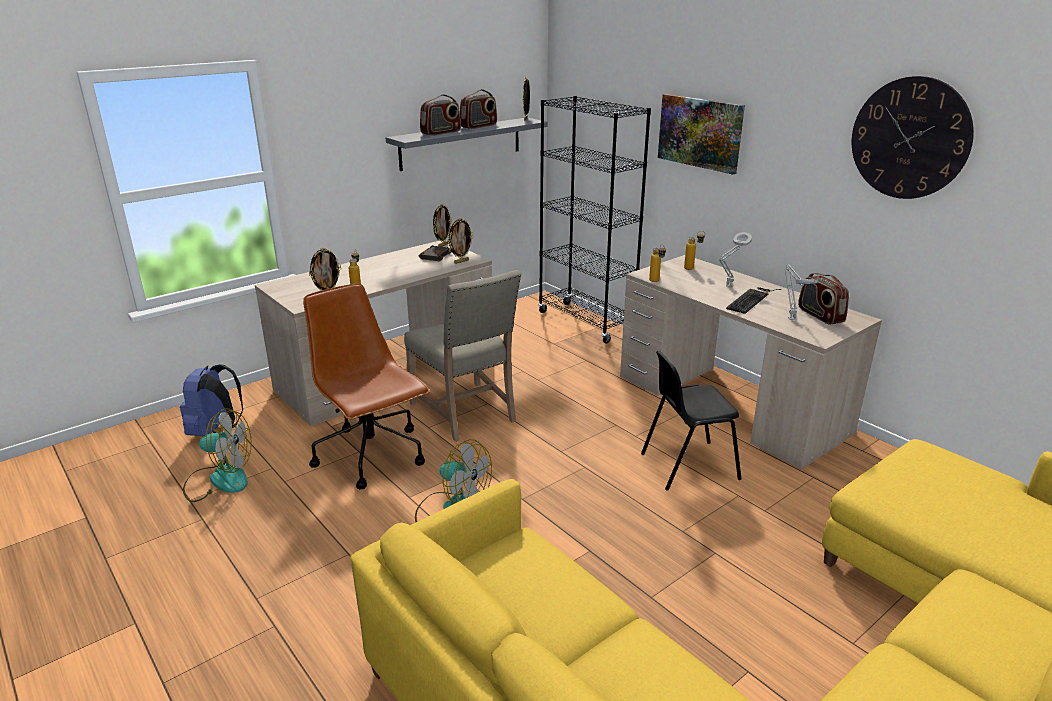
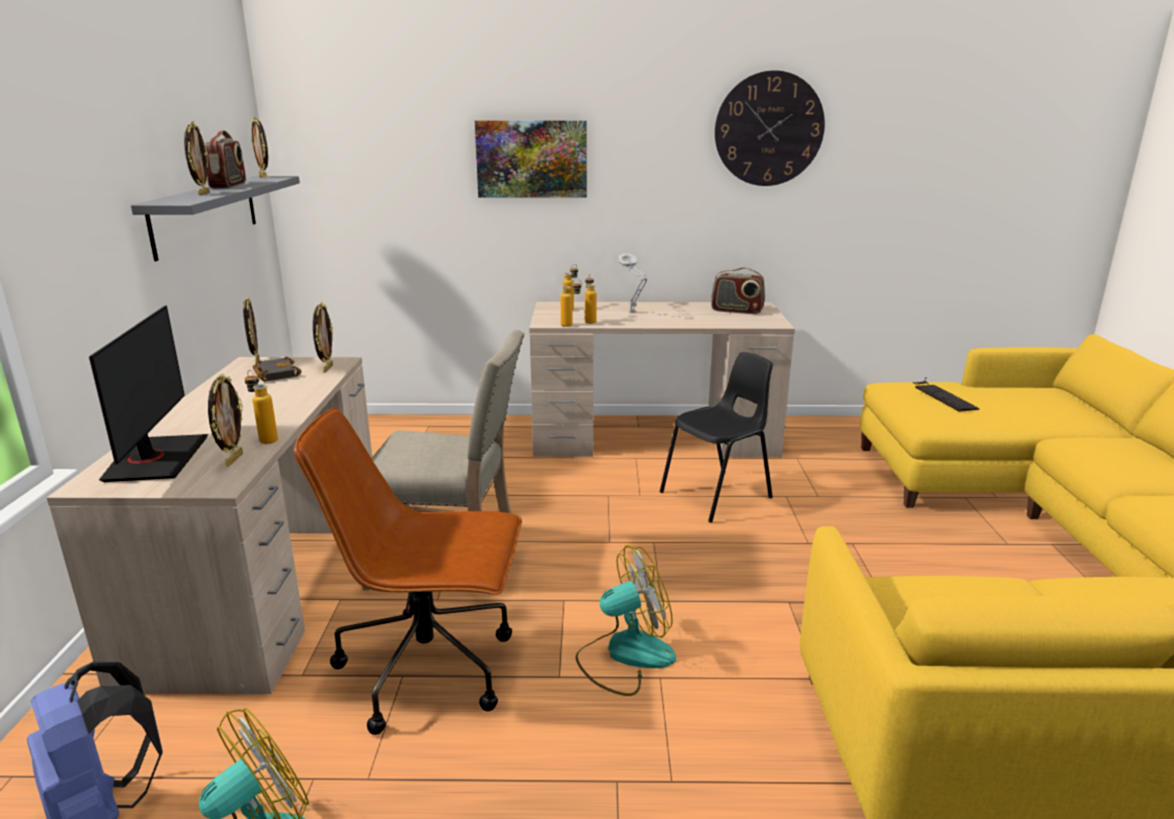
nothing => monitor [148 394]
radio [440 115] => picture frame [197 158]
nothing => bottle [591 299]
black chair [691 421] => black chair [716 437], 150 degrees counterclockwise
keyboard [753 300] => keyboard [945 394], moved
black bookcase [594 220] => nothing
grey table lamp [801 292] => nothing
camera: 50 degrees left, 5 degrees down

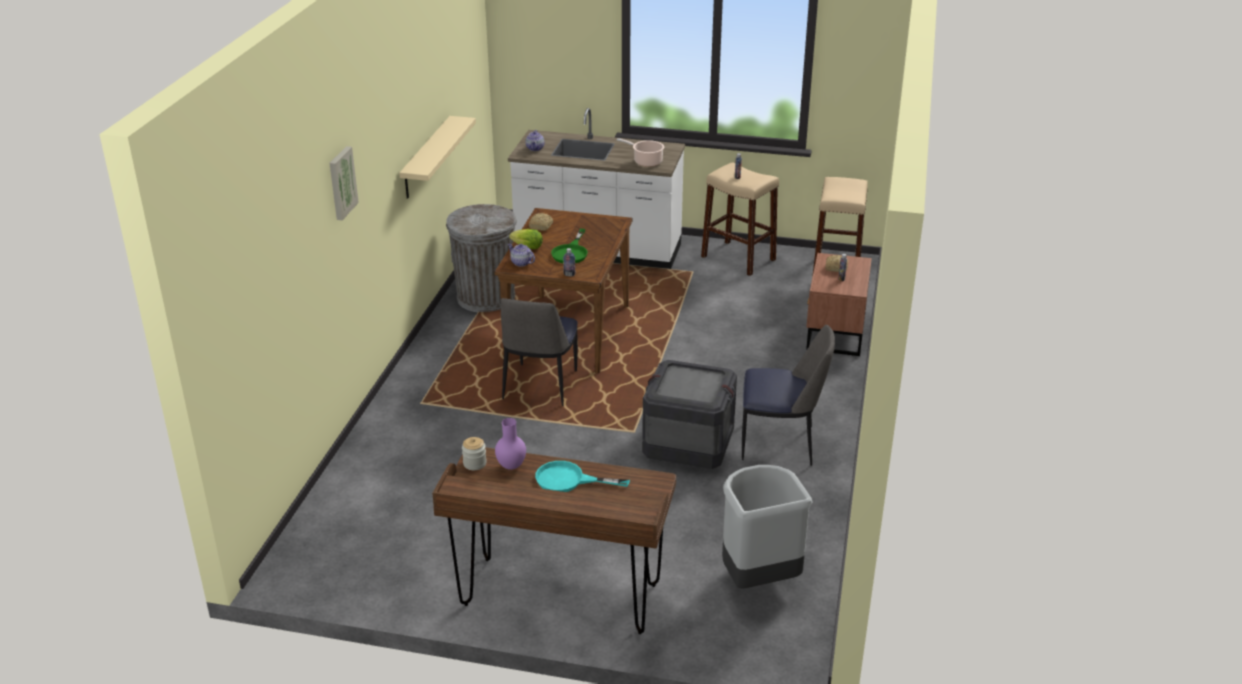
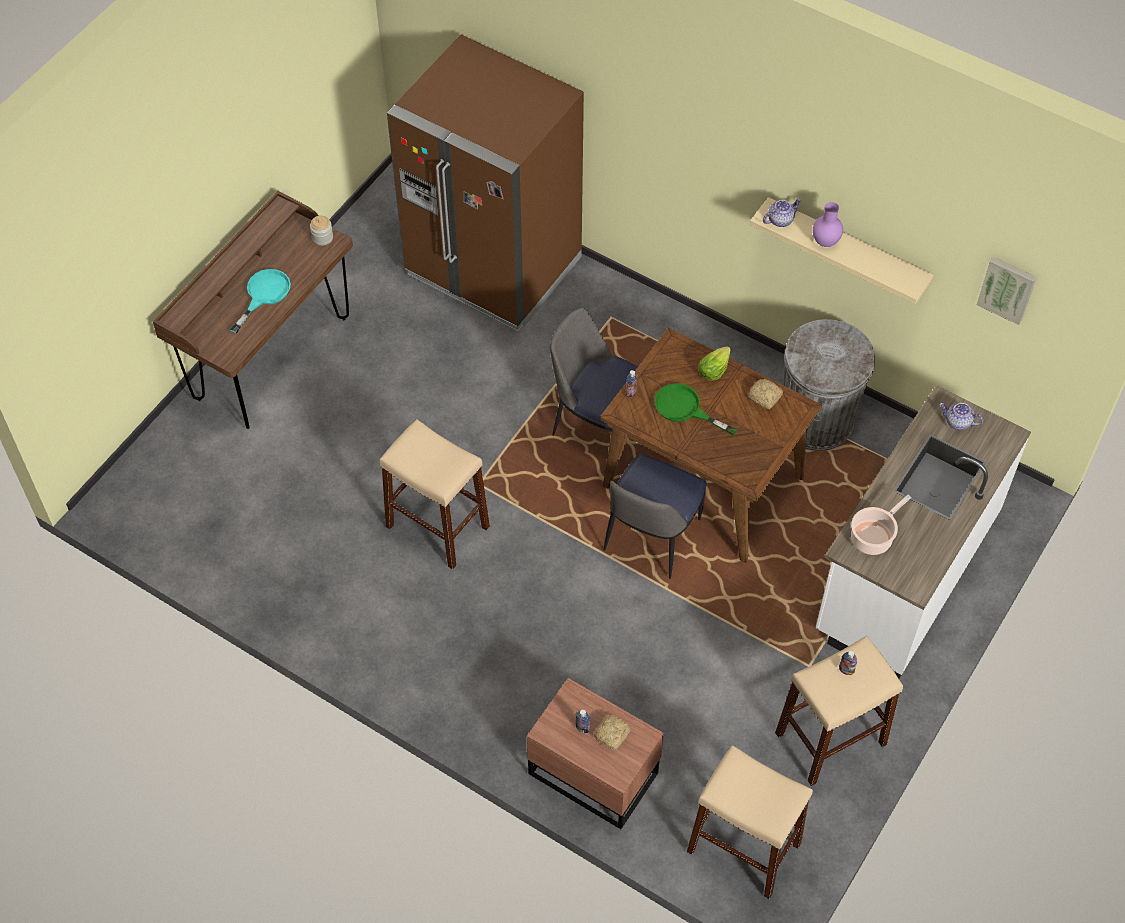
crate [689 414] => beige stool [434 494]
nothing => brown fridge [485 183]
chair [788 395] => chair [655 516], moved
teapot [521 255] => teapot [782 212], moved
purple vase [510 444] => purple vase [828 224], moved
picture [344 183] => picture [1007 291], moved
grey trash can [767 527] => nothing
camera: 110 degrees right, 25 degrees up

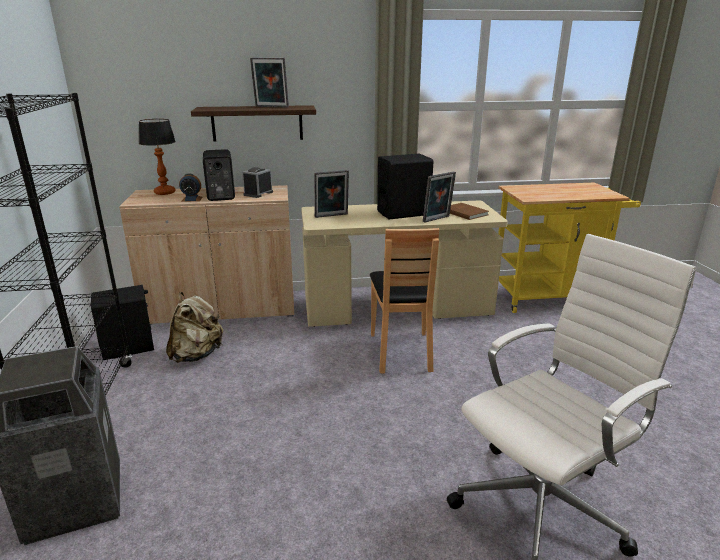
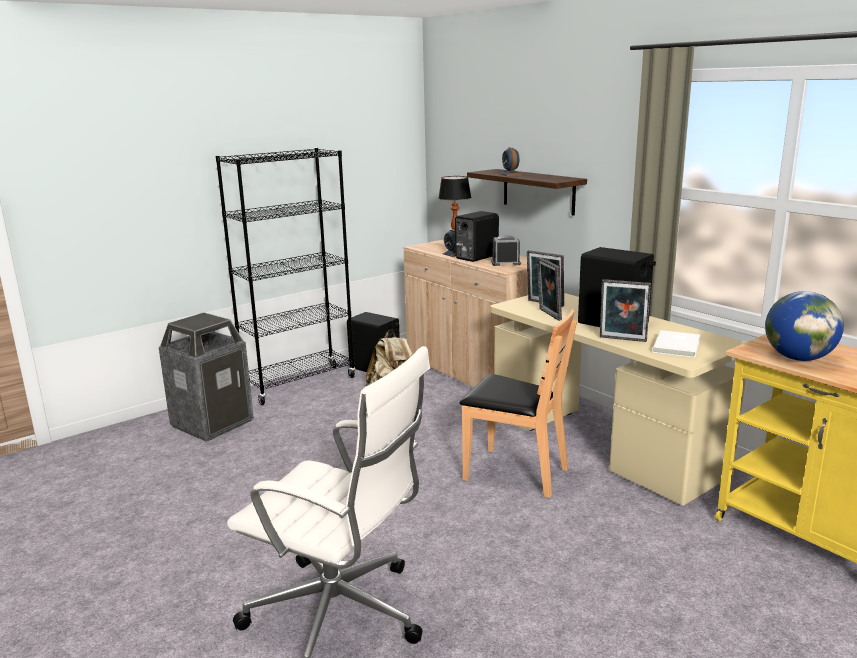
brown chair [404 300] => brown chair [518 403], 120 degrees counterclockwise
nothing => alarm clock [511 161]
picture frame [269 82] => picture frame [549 289], moved
brown book [469 211] => white book [676 344]
nothing => globe [804 326]
camera: 60 degrees right, 5 degrees down

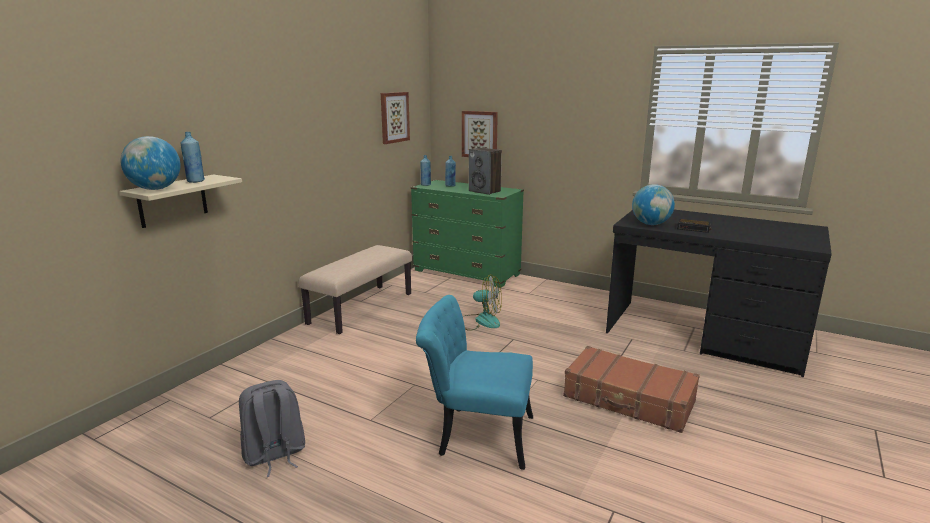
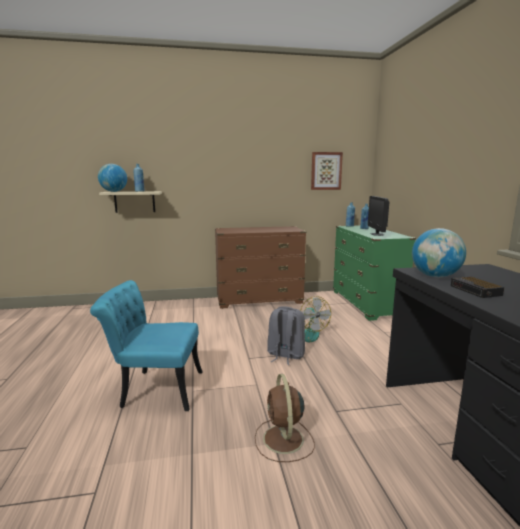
turquoise chair [474 382] => turquoise chair [146 345], 60 degrees counterclockwise
beige bench [355 289] => brown dresser [260 267]
brown suitcase [631 389] => brown fan [285 418]
grey backpack [272 428] => grey backpack [286 335], moved
speaker [485 171] => monitor [379 216]
picture [480 134] => nothing
camera: 50 degrees right, 5 degrees down

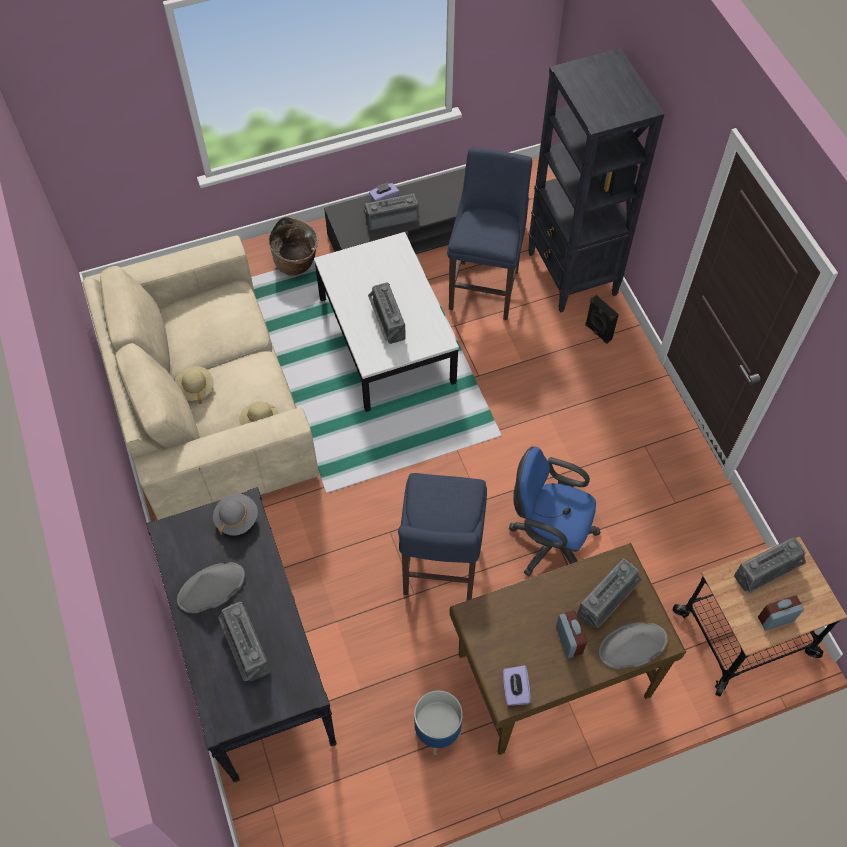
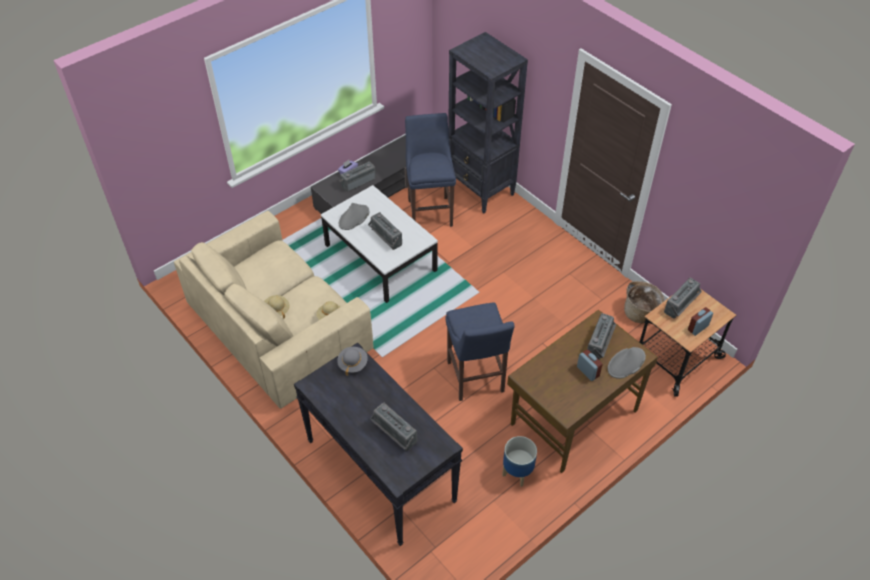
grey hat [211 587] => grey hat [354 216], moved
basket [293 246] => basket [644 302], moved
purple tissue box [517 685] => nothing
blue office chair [555 511] => nothing
black speaker [602 319] => nothing
camera: 20 degrees left, 10 degrees down

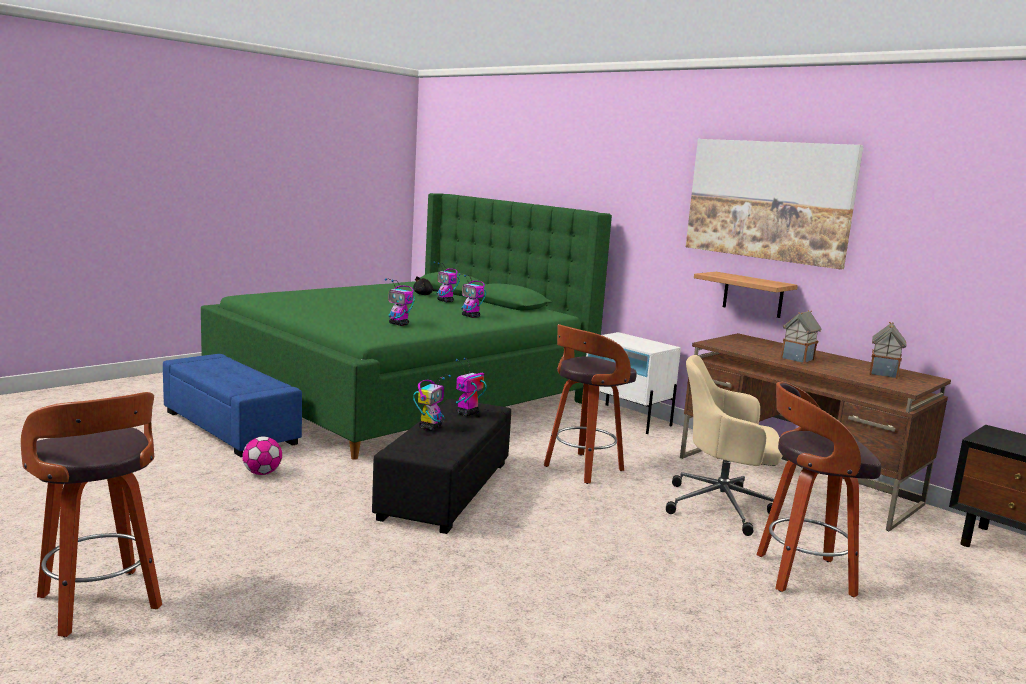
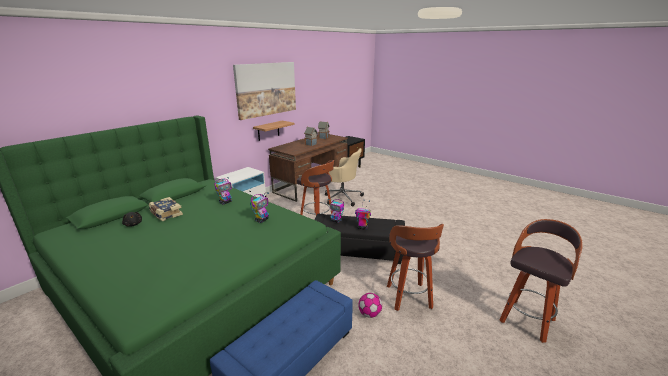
toy robot [447 281] => book [165 209]
beige office chair [724 445] => beige office chair [344 177], 75 degrees counterclockwise
stool [818 489] => stool [415 267], moved
camera: 95 degrees left, 10 degrees up

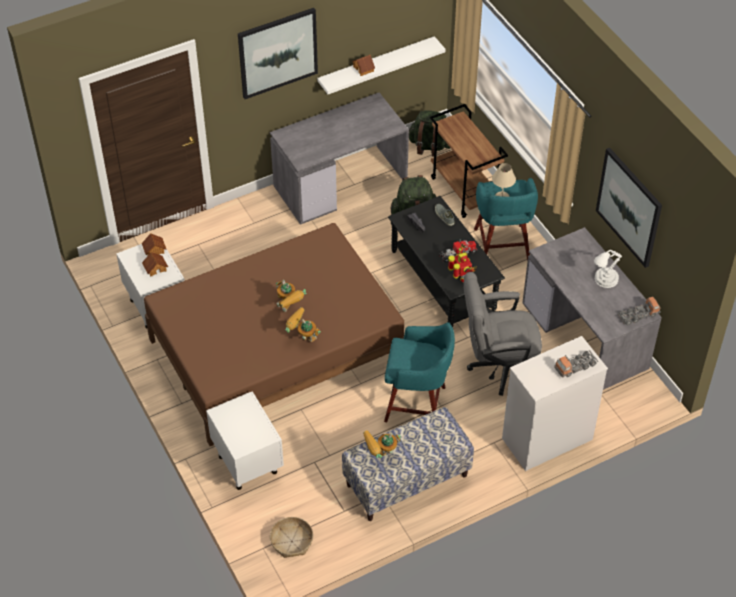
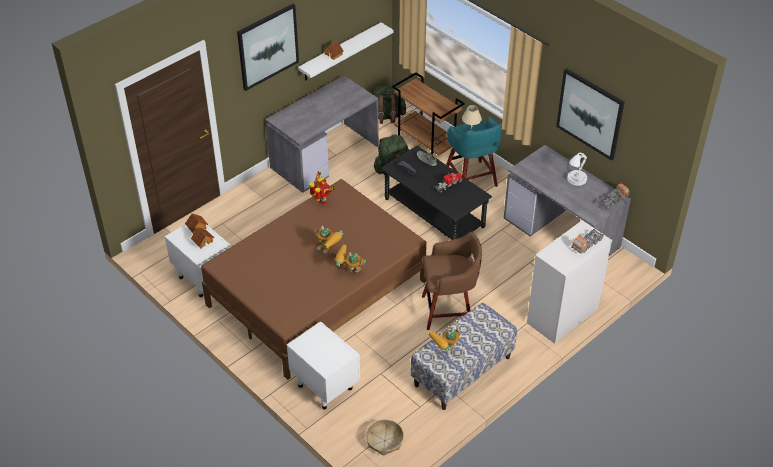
toy robot [462 262] => toy robot [322 187], moved
turquoise stool [419 372] => brown stool [452 281]
grey office chair [503 334] => nothing
camera: 15 degrees left, 5 degrees down

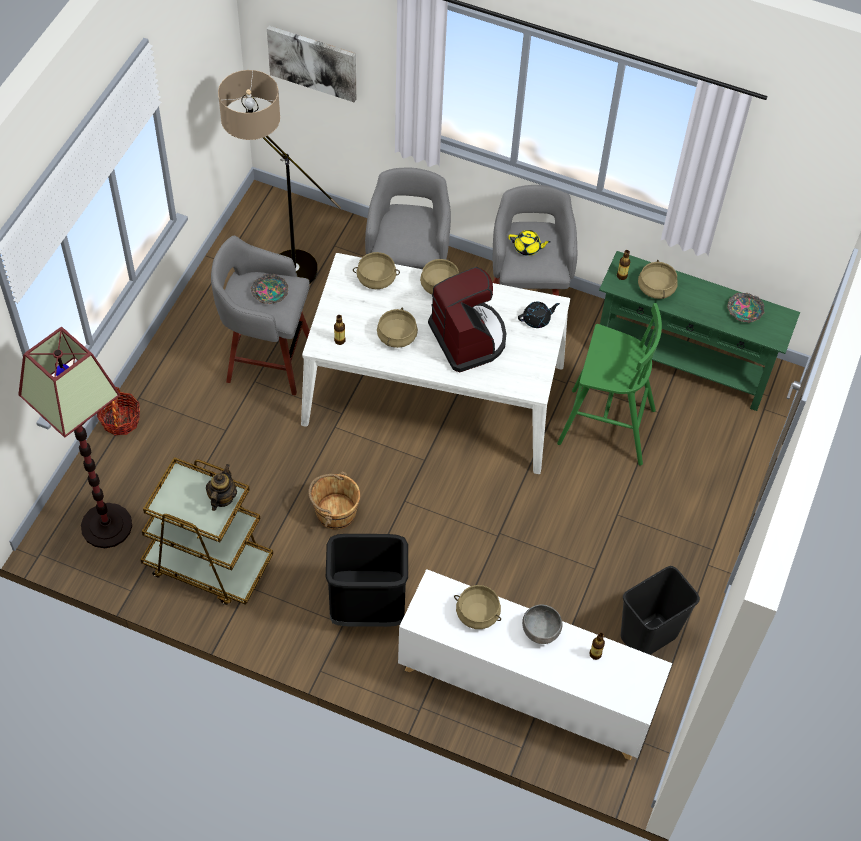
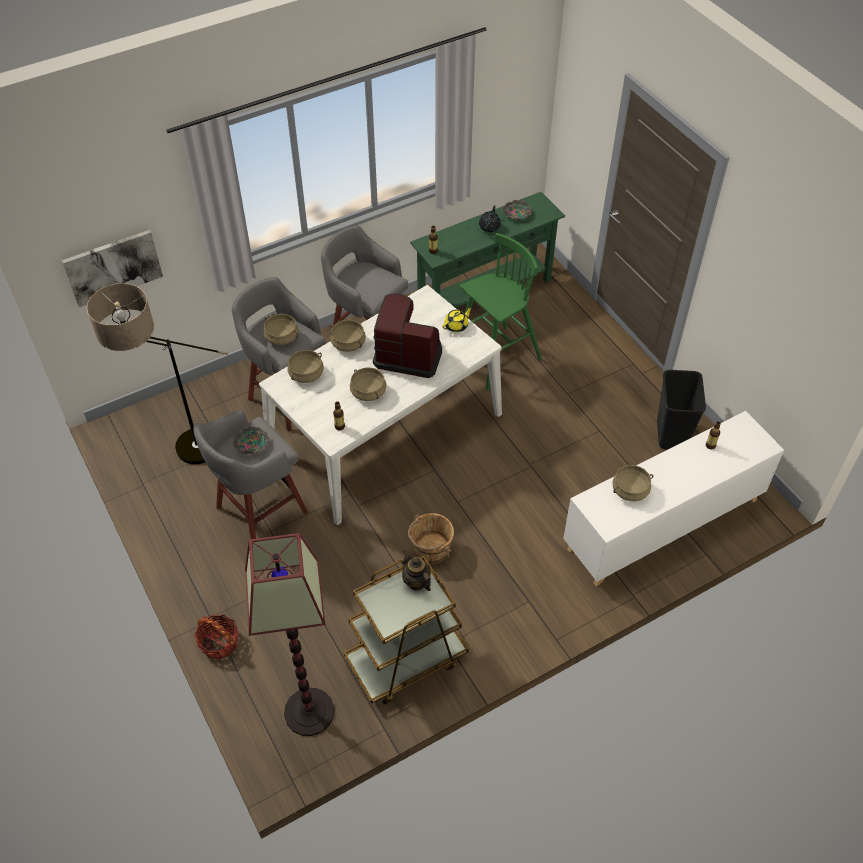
beige cooking pot [658 279] => beige cooking pot [281 329], moved
yellow teapot [529 243] => yellow teapot [457 319], moved
black teapot [539 315] => black teapot [490 218], moved
black trash can [367 580] => nothing
grey bowl [542 624] => nothing
camera: 50 degrees left, 5 degrees down

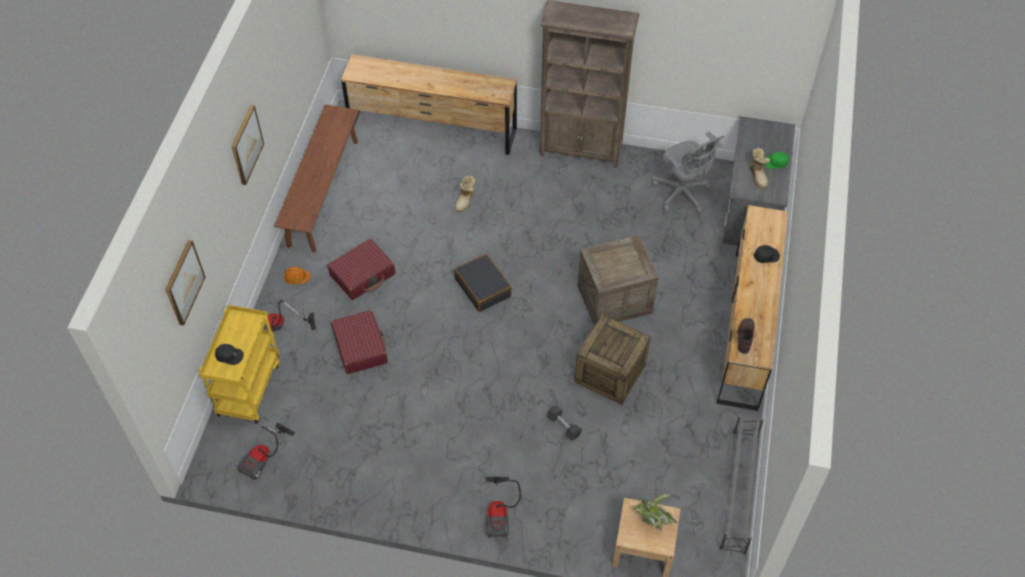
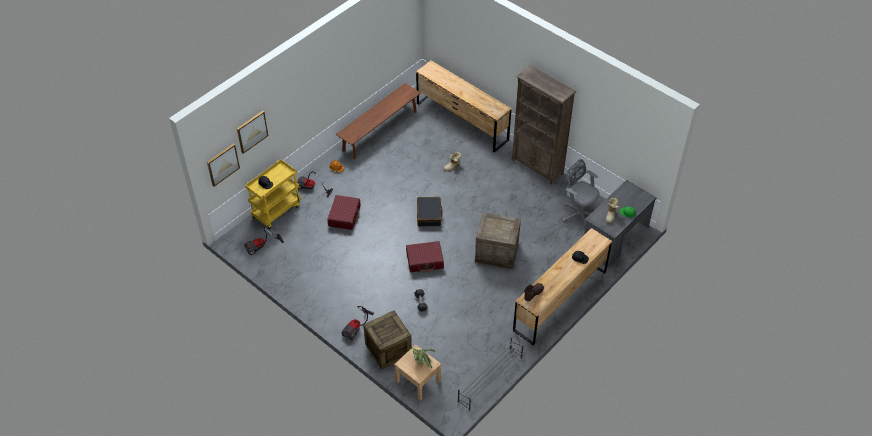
picture [247 145] => picture [223 164], moved
crate [613 359] => crate [387 339], moved
red suitcase [361 269] => red suitcase [425 256], moved
grey office chair [688 172] => grey office chair [580 193], 135 degrees clockwise
camera: 30 degrees right, 5 degrees down

